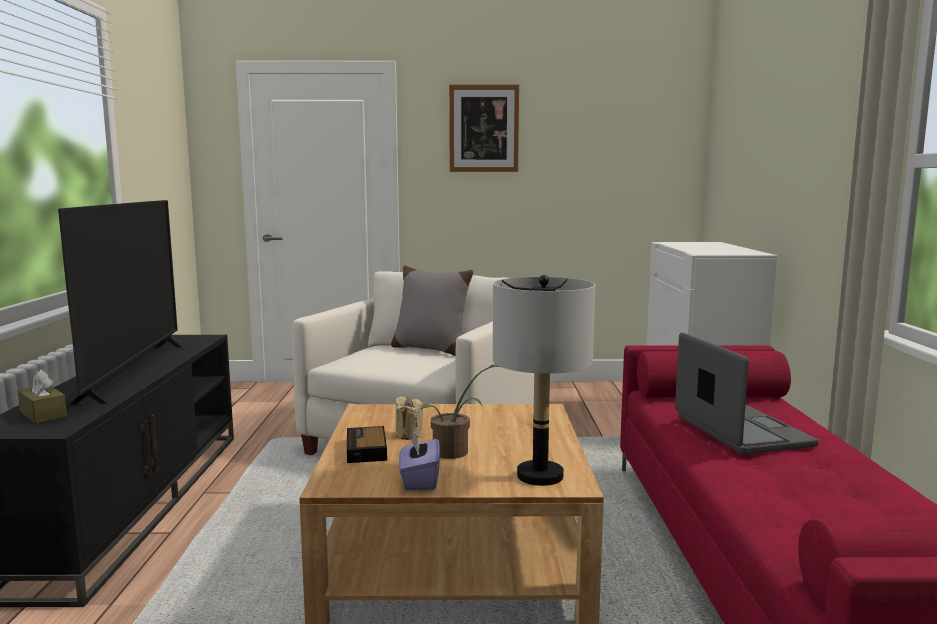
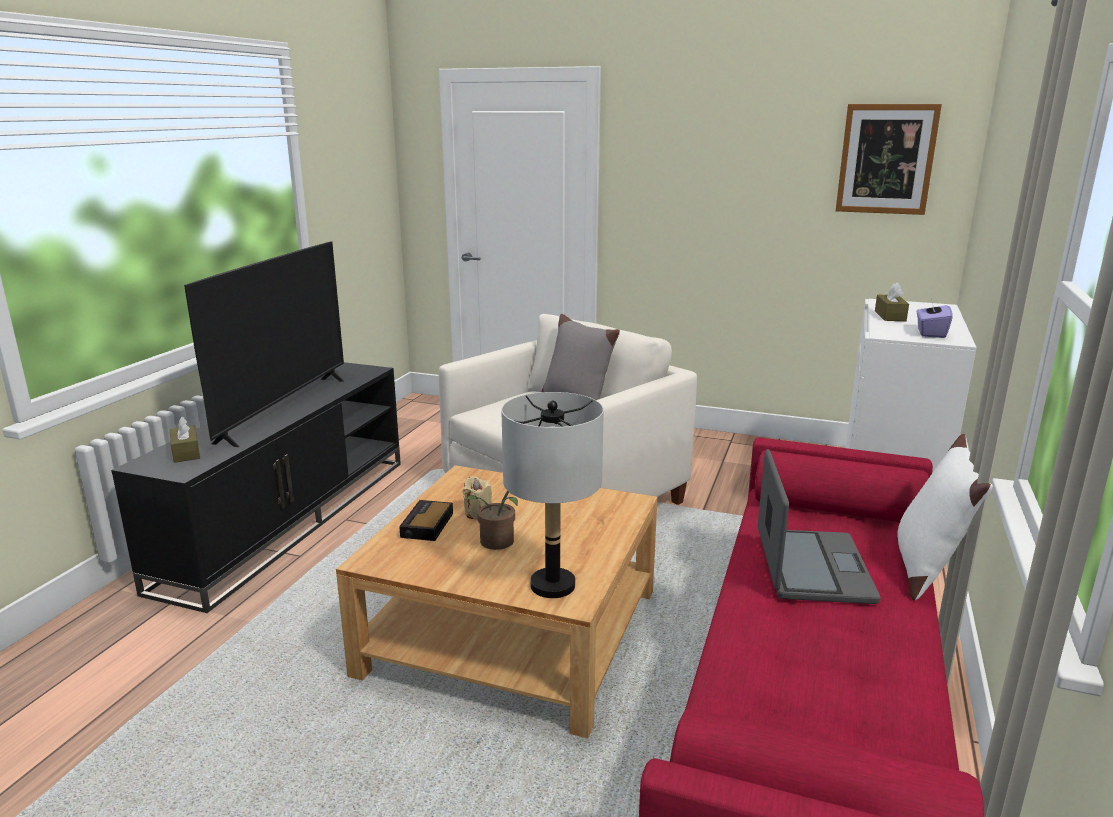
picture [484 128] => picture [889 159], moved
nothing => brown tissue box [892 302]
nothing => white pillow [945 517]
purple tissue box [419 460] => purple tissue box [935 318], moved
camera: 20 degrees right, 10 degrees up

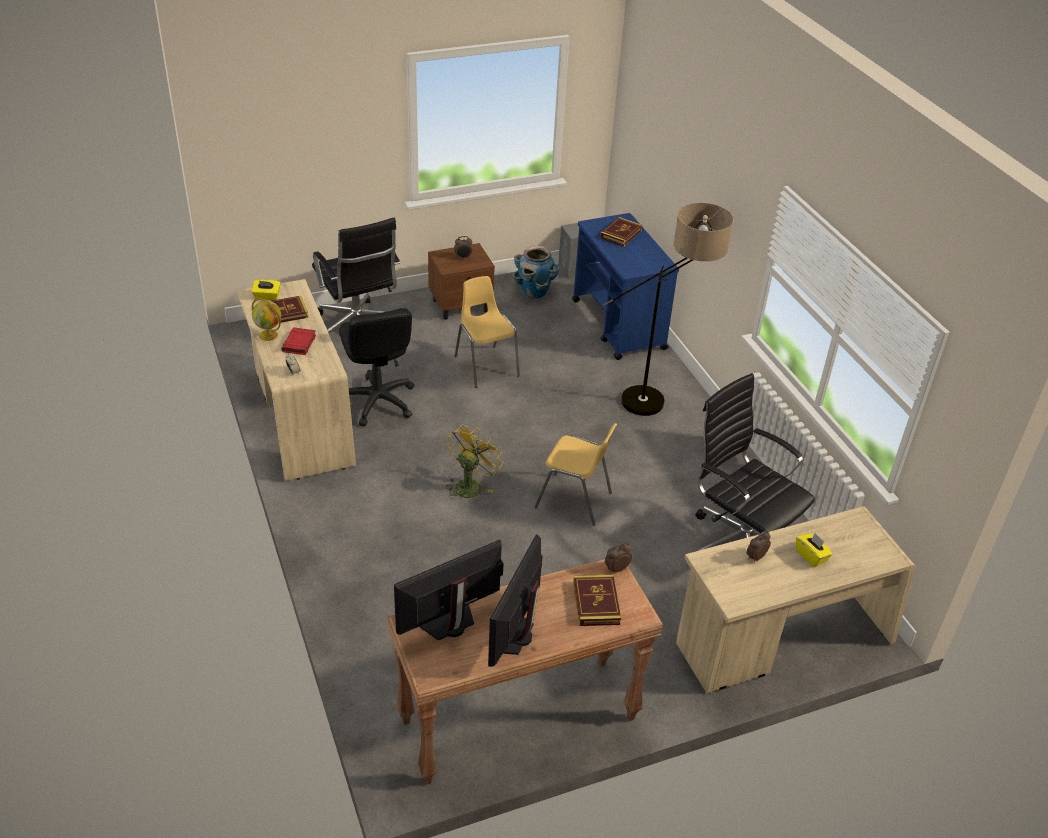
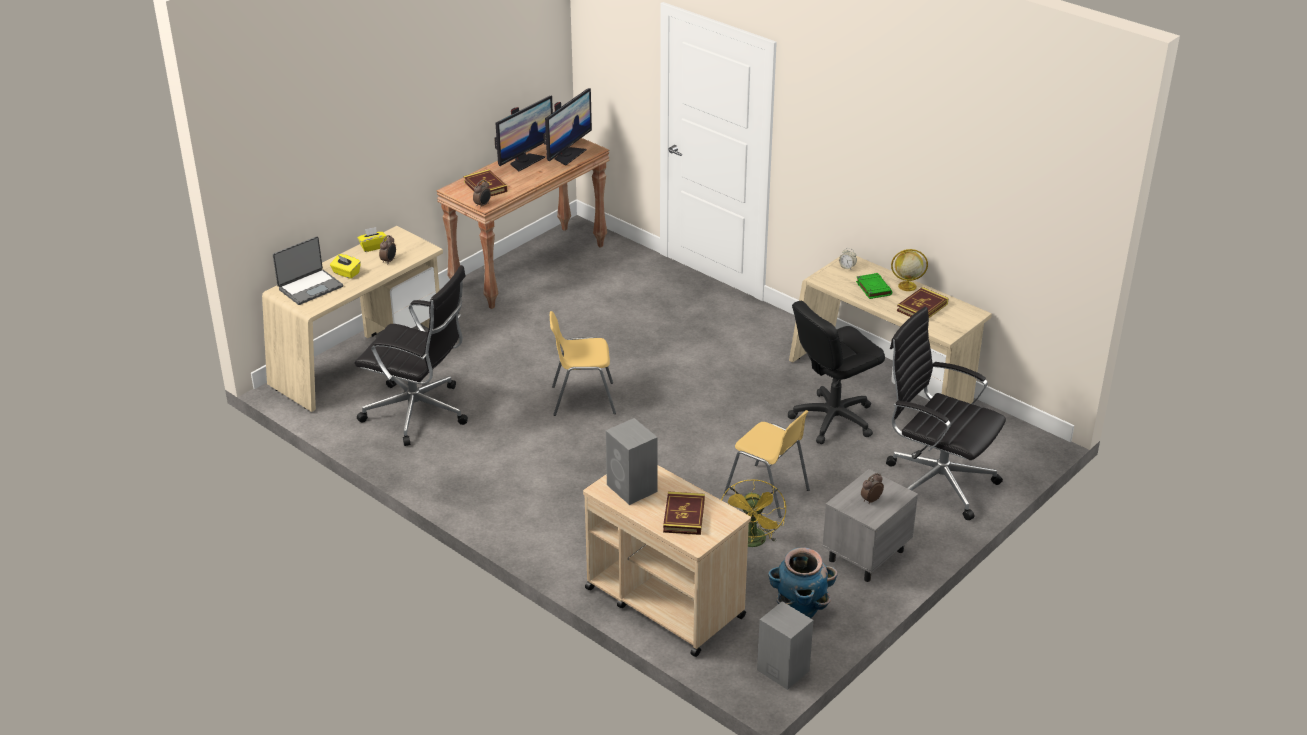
nothing => laptop [308 270]
yellow tissue box [266 290] => yellow tissue box [372 239], moved
monitor [515 601] => monitor [523 133], 45 degrees clockwise
blue cart [625 286] => beige cart [667 561]
nothing => grey speaker [632 461]
yellow fan [474 461] => yellow fan [753 513], moved
black office chair [376 367] => black office chair [836 372], 75 degrees counterclockwise
brown nightstand [461 281] => grey nightstand [870 525]
red book [298 341] => green book [874 286]
floor lamp [668 309] => nothing
camera: 155 degrees right, 5 degrees down

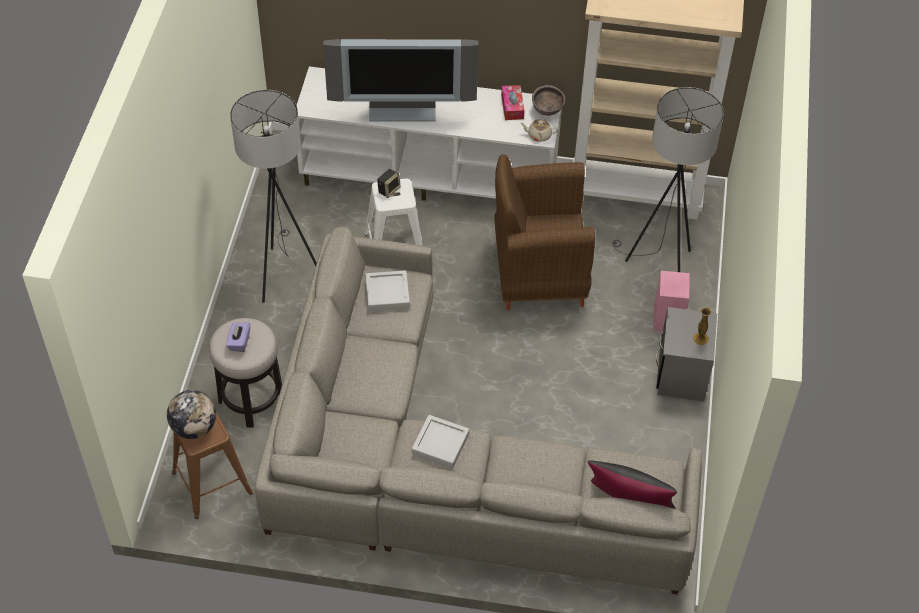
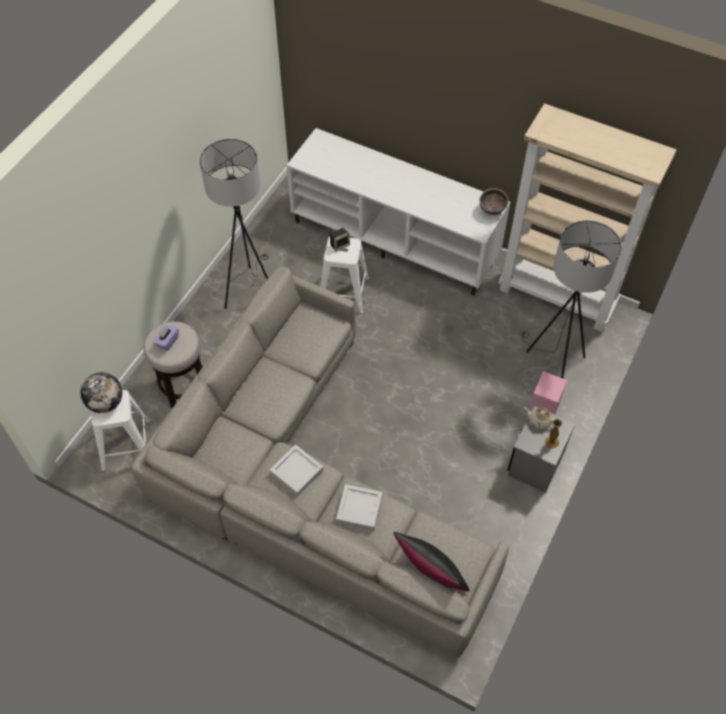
brown stool [212 465] => white stool [121 431]
grey tray [387 290] => grey tray [359 507], moved
beige teapot [539 130] => beige teapot [539 418], moved
television [400 80] => nothing
brown armchair [544 232] => nothing
tissue box [512 102] => nothing
camera: 20 degrees right, 5 degrees up

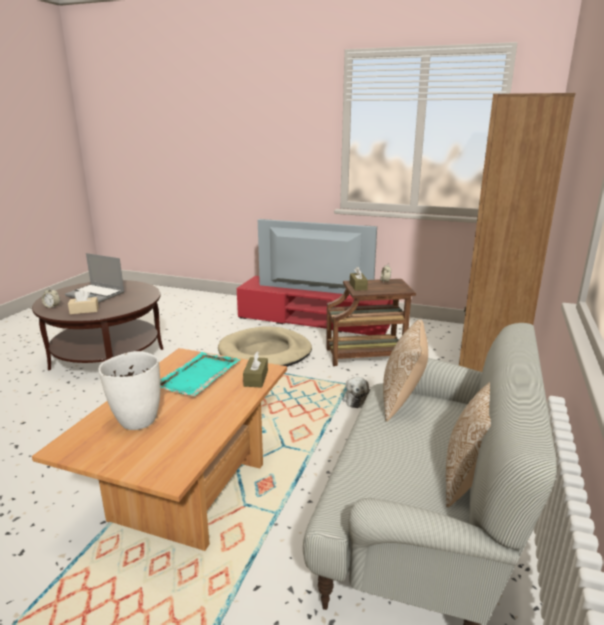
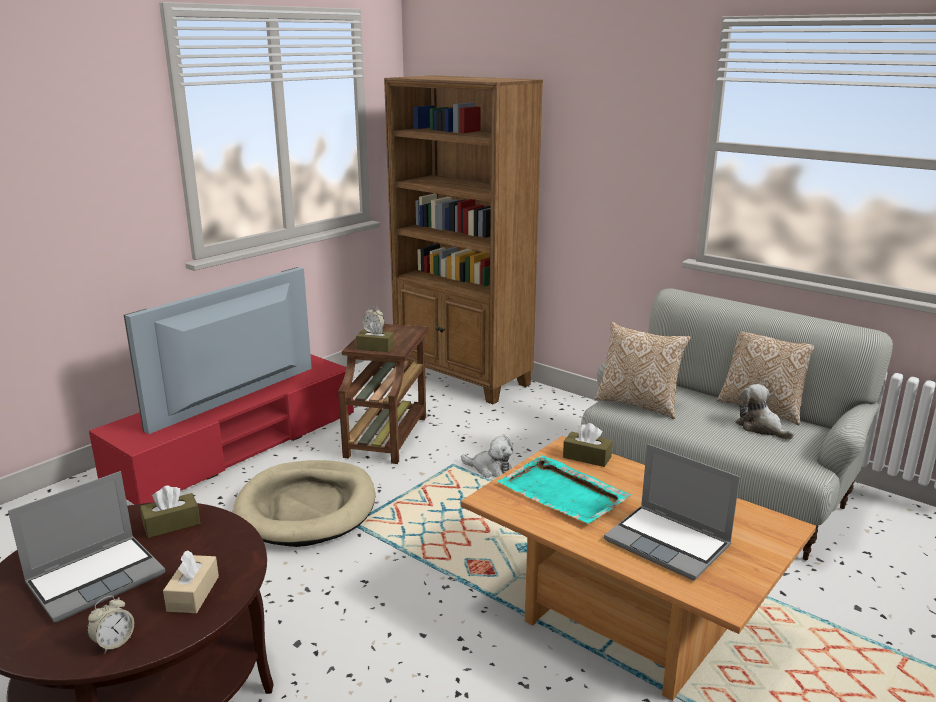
nothing => brown tissue box [170 511]
white vase [129 390] => laptop [672 512]
nothing => plush toy [764 412]
camera: 70 degrees left, 0 degrees up

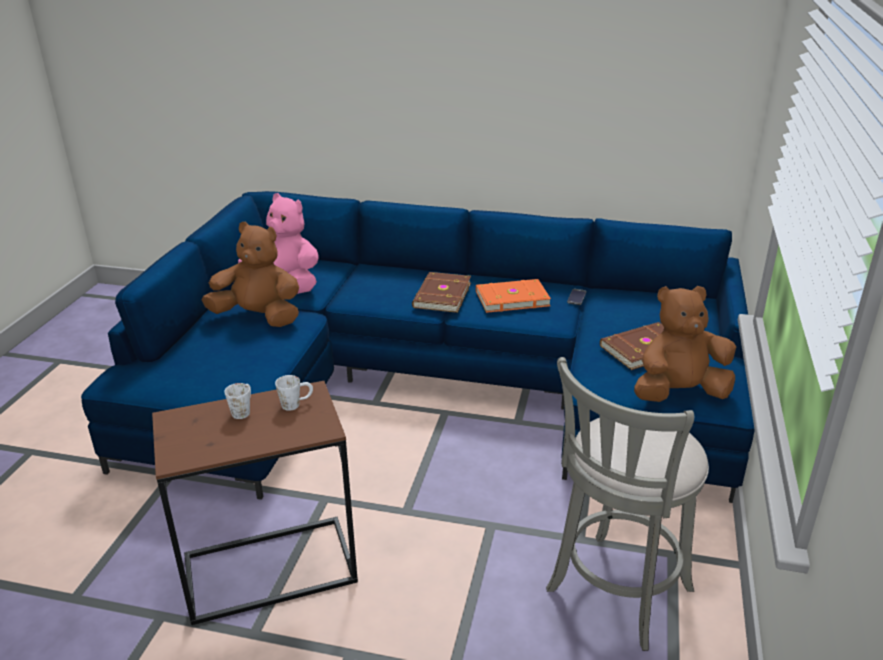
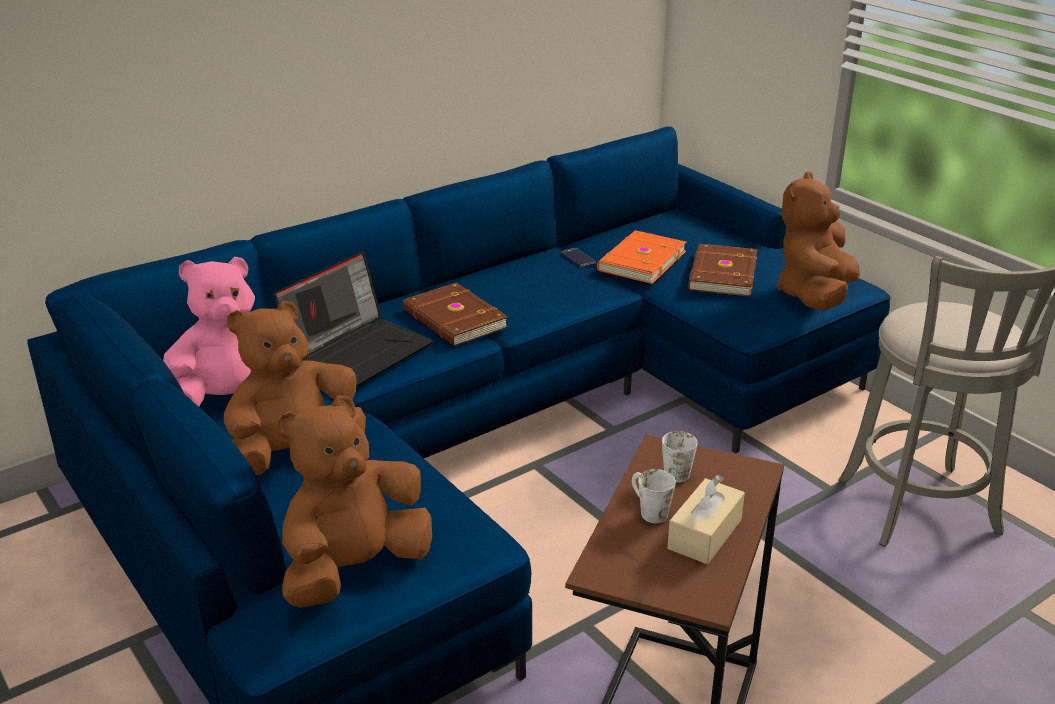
nothing => laptop [353 319]
nothing => brown plush toy [355 502]
orange book [513 296] => orange book [641 257], moved
nothing => beige tissue box [706 519]
camera: 50 degrees left, 0 degrees up

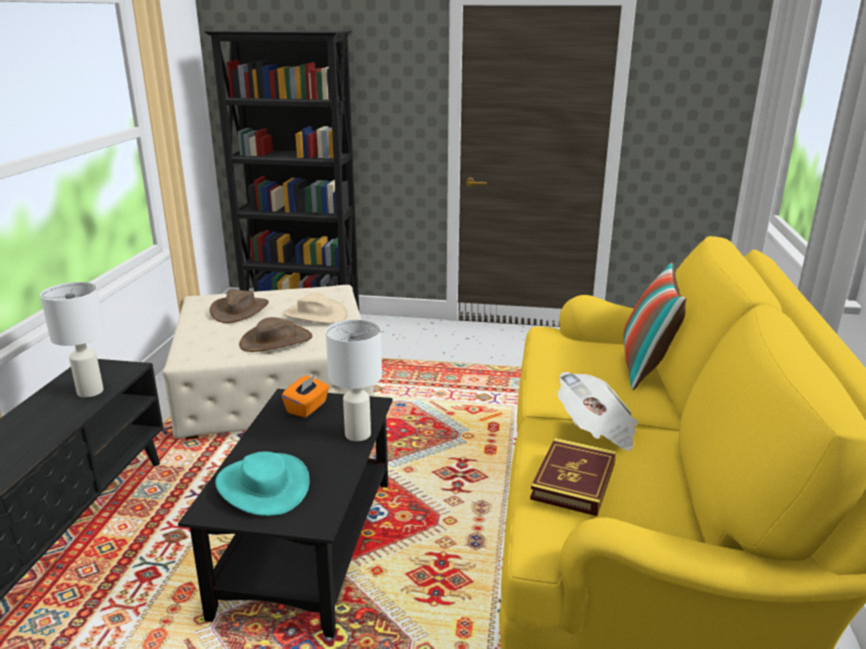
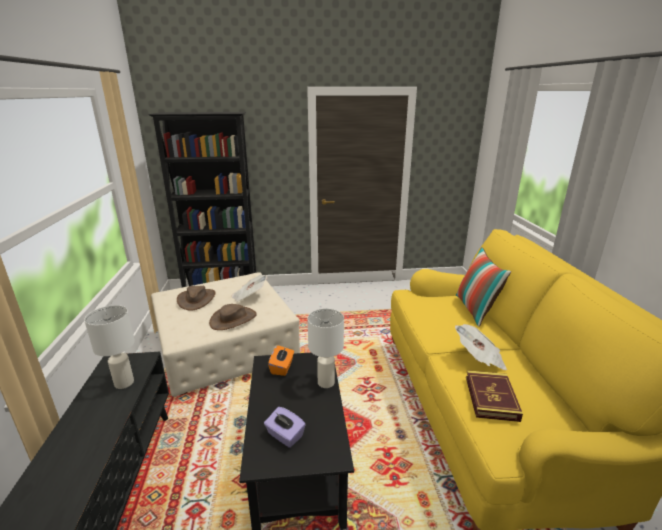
beige hat [315 307] => newspaper [249 288]
turquoise hat [262 484] => purple tissue box [285 427]
camera: 15 degrees left, 0 degrees up

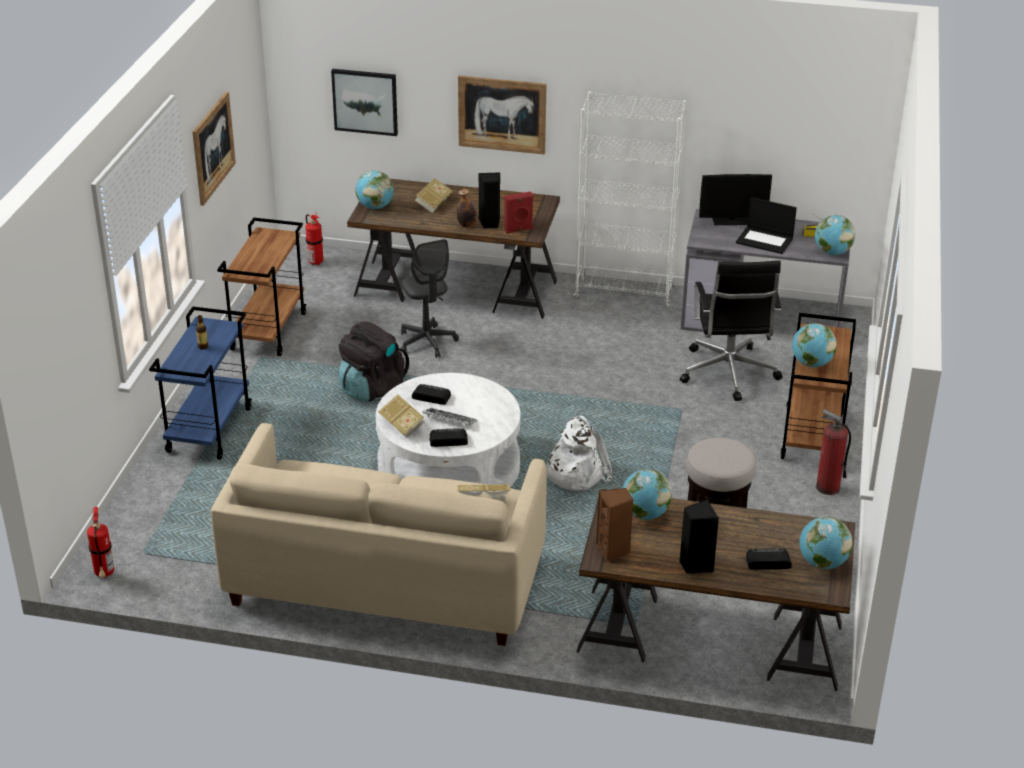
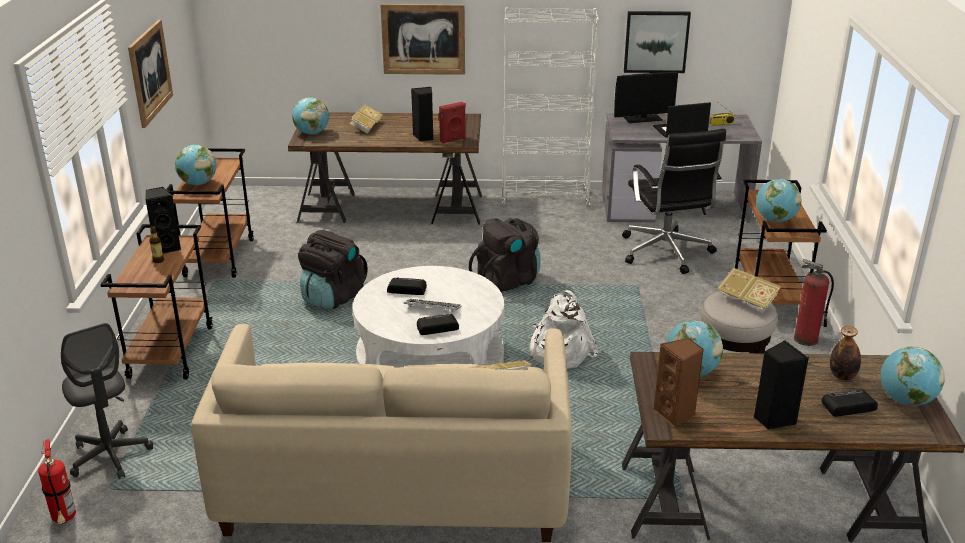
grey office chair [429 298] => grey office chair [107 401], moved
blue cart [200 383] => brown cart [156 301]
nothing => black speaker [163 220]
globe [835 235] => globe [195 165], moved
nothing => black backpack [504 255]
picture [364 102] => picture [657 42], moved
laptop [766 225] => laptop [682 120], 150 degrees clockwise
book [401 416] => book [749 290], moved
bottle [467 208] => bottle [845 353], moved
fire extinguisher [314 238] => nothing
camera: 10 degrees left, 5 degrees down

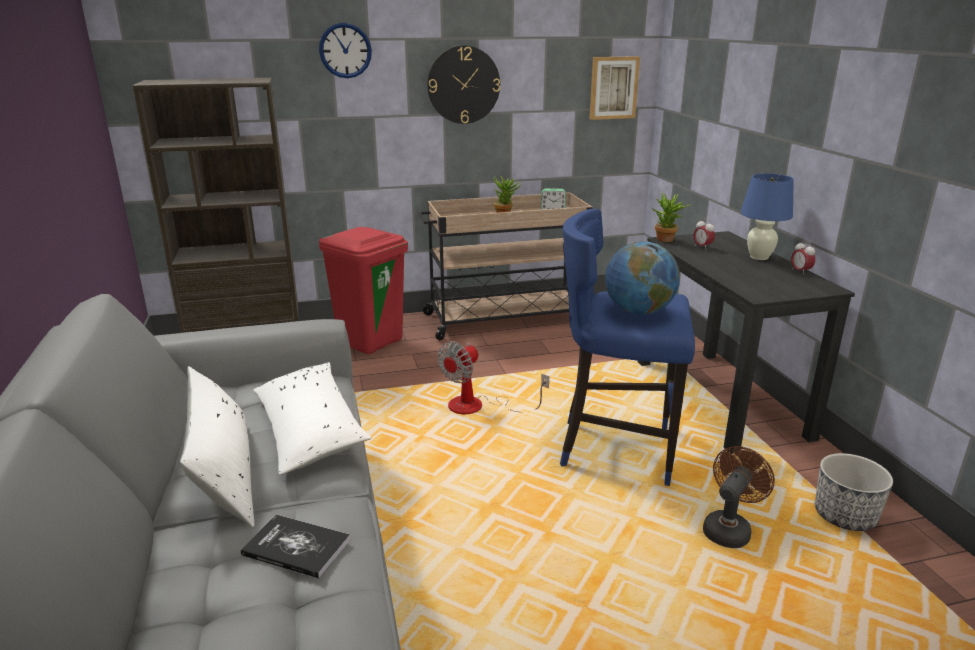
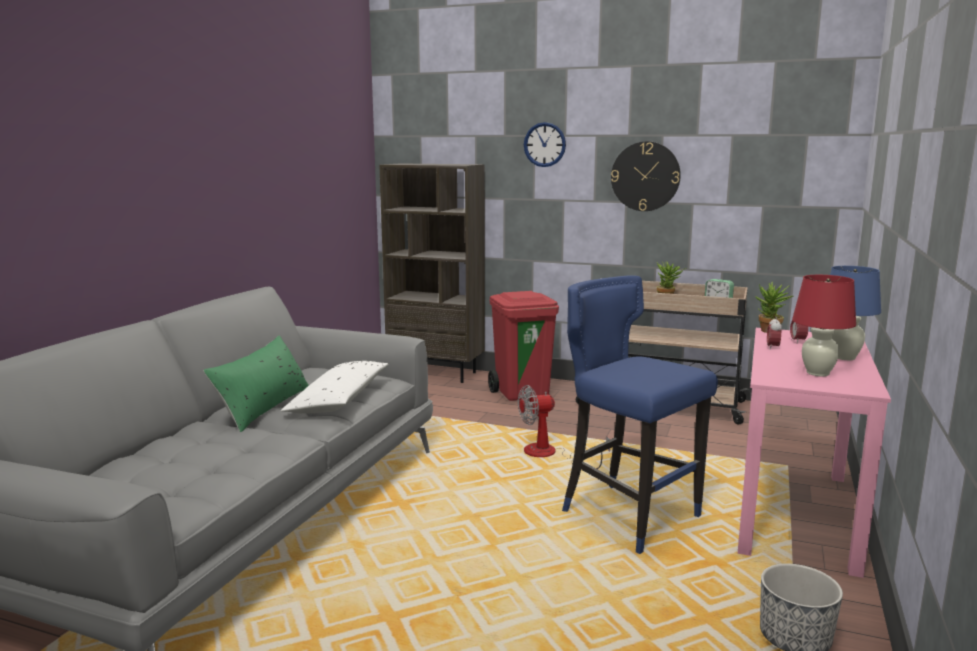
white pillow [217 446] => green pillow [256 383]
black desk [746 342] => pink desk [814 453]
alarm clock [803 257] => alarm clock [774 333], moved
nothing => red table lamp [824 325]
book [295 546] => nothing
picture [614 88] => nothing
globe [642 278] => nothing
brown fan [739 497] => nothing
camera: 35 degrees right, 10 degrees down

